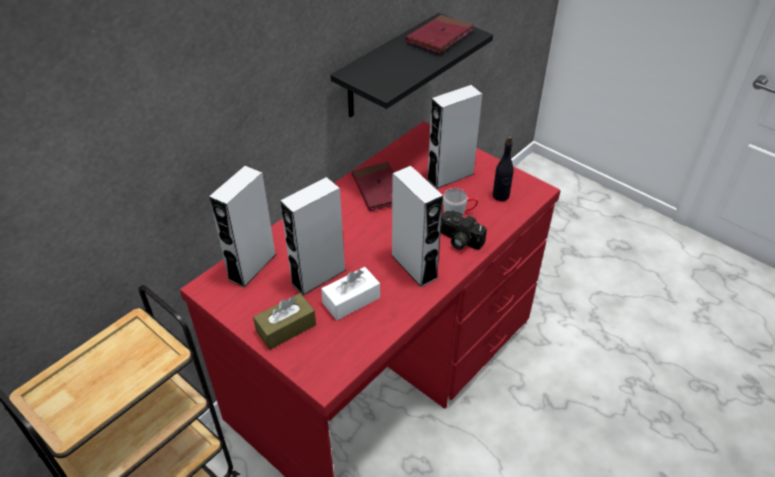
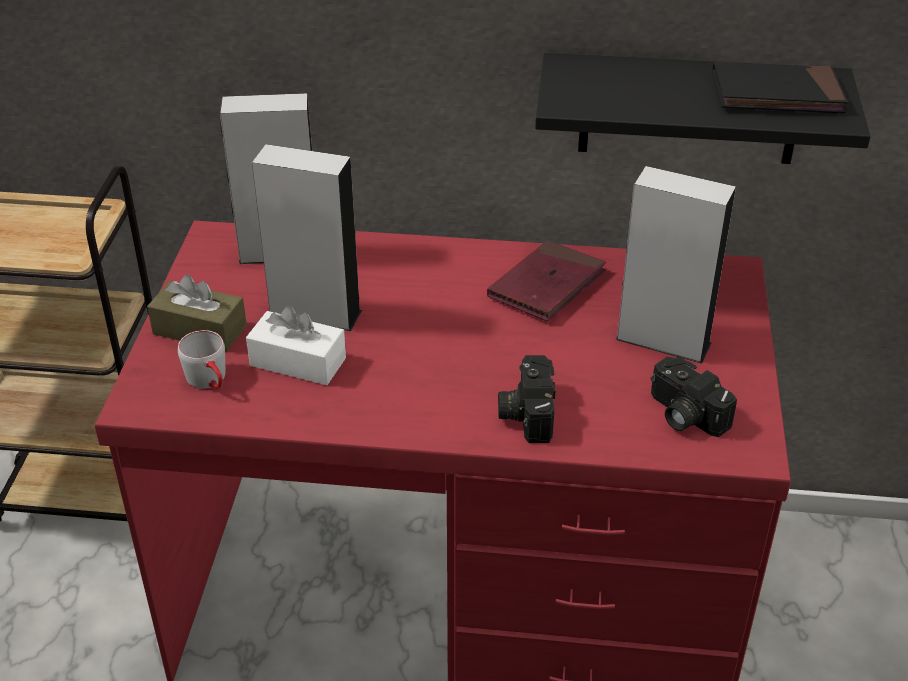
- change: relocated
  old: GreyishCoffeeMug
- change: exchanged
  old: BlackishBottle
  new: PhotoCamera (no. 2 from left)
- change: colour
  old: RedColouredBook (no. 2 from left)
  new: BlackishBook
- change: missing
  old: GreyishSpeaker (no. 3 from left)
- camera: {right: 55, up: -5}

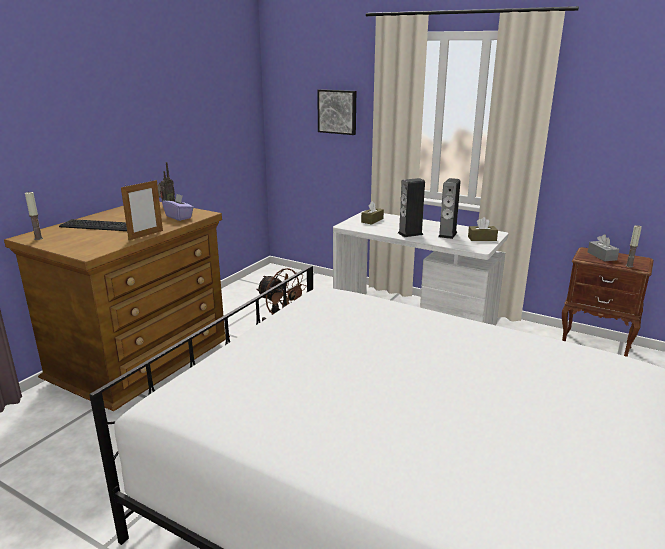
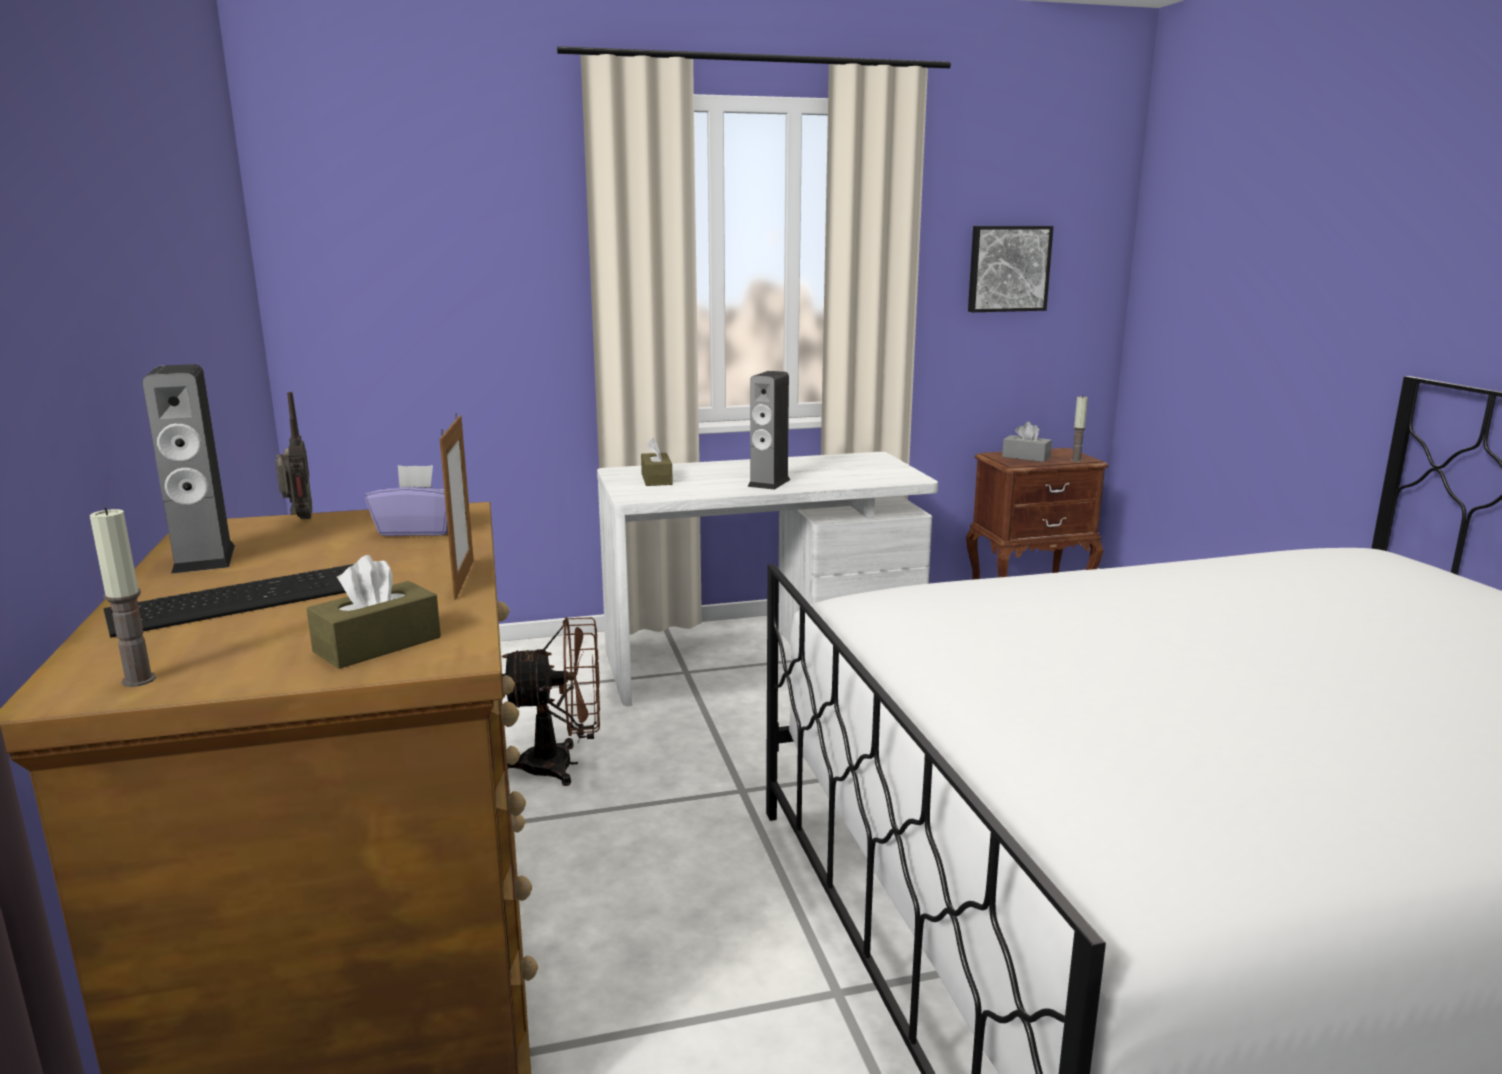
- change: relocated
  old: Speaker (no. 2 from left in the first image)
  new: Speaker (no. 1 from left)
- change: relocated
  old: BrownTissueBox (no. 2 from left in the first image)
  new: BrownTissueBox (no. 1 from left)
- change: relocated
  old: WallArt
- camera: {right: -45, up: -5}

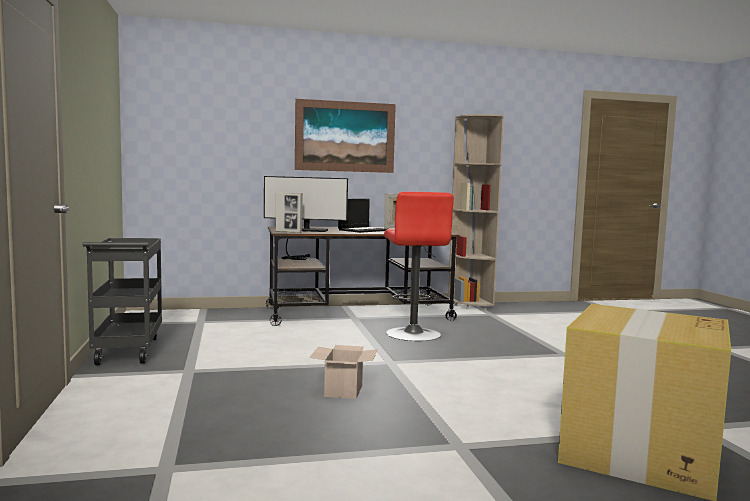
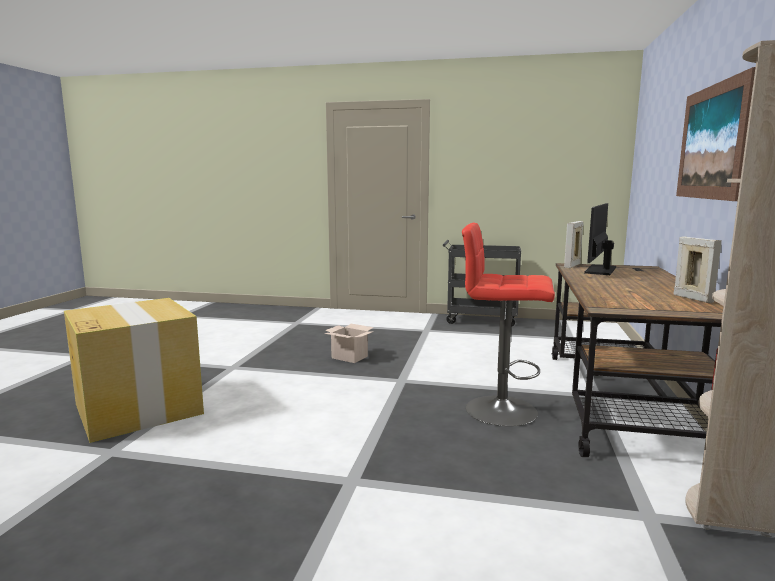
- change: missing
  old: PortableComputer
- camera: {right: 115, up: 5}

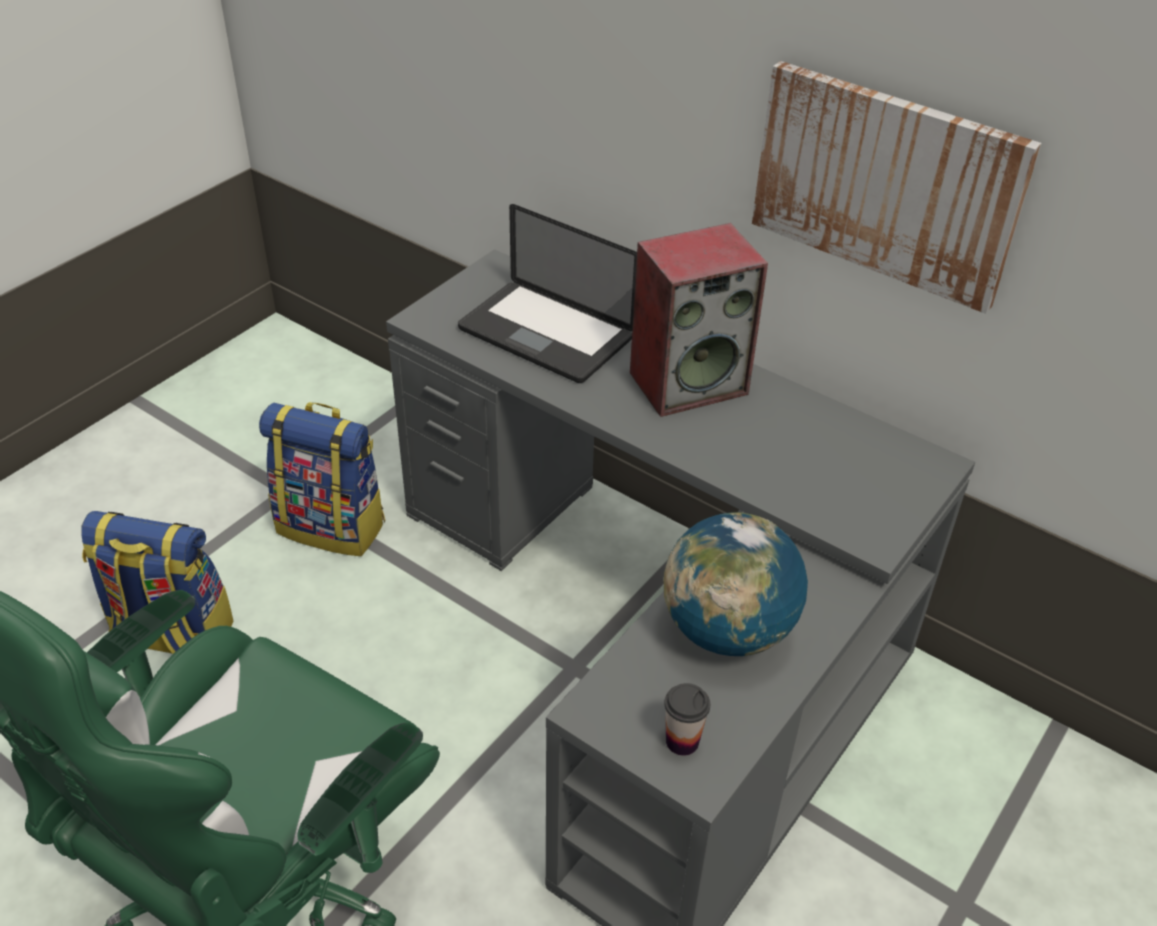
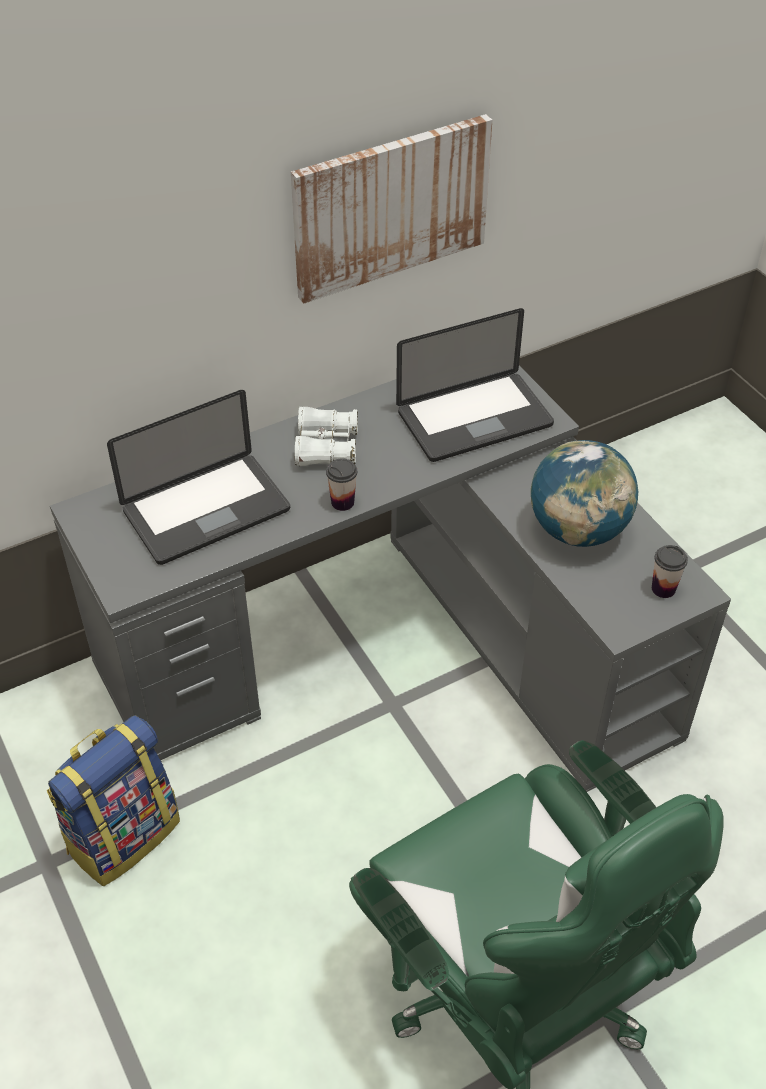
- change: exchanged
  old: Speaker
  new: WhitishPairOfBinoculars
- change: appeared
  new: Cup (no. 1 from left)
- change: appeared
  new: PortableComputer (no. 2 from left)
- change: missing
  old: Rucksack (no. 1 from left)
- camera: {right: -65, up: 5}

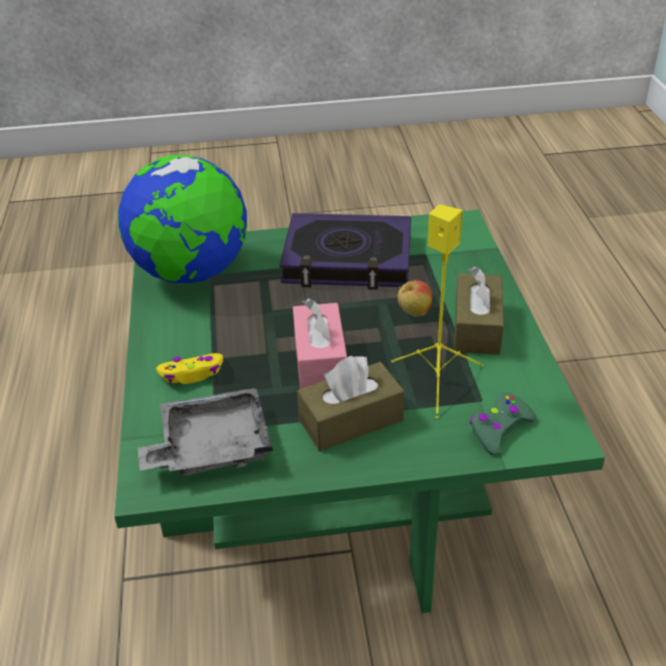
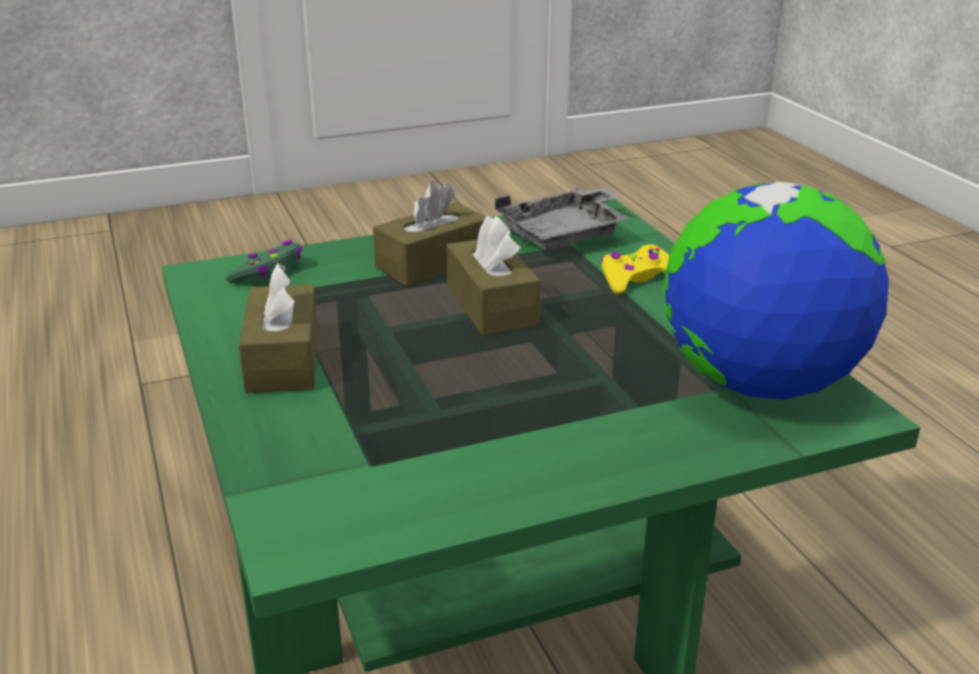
- change: colour
  old: PinkishTissueBox
  new: BrownTissueBox (no. 3 from left)
- change: missing
  old: Book
- change: missing
  old: YellowSpeaker
- change: missing
  old: WholeApple
- camera: {right: 165, up: -10}

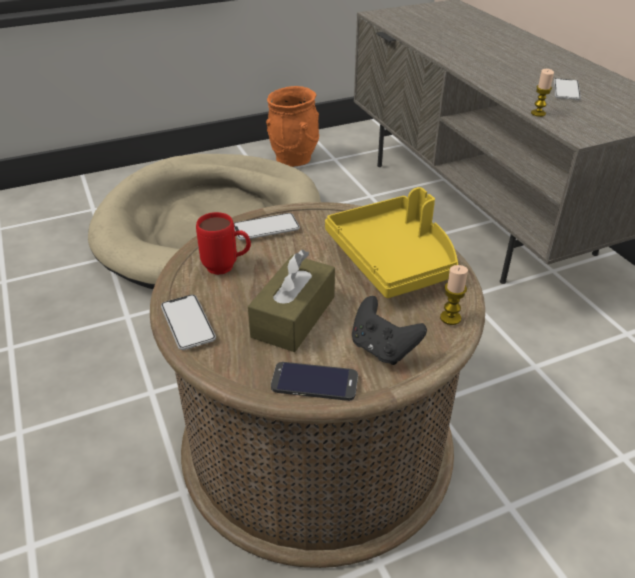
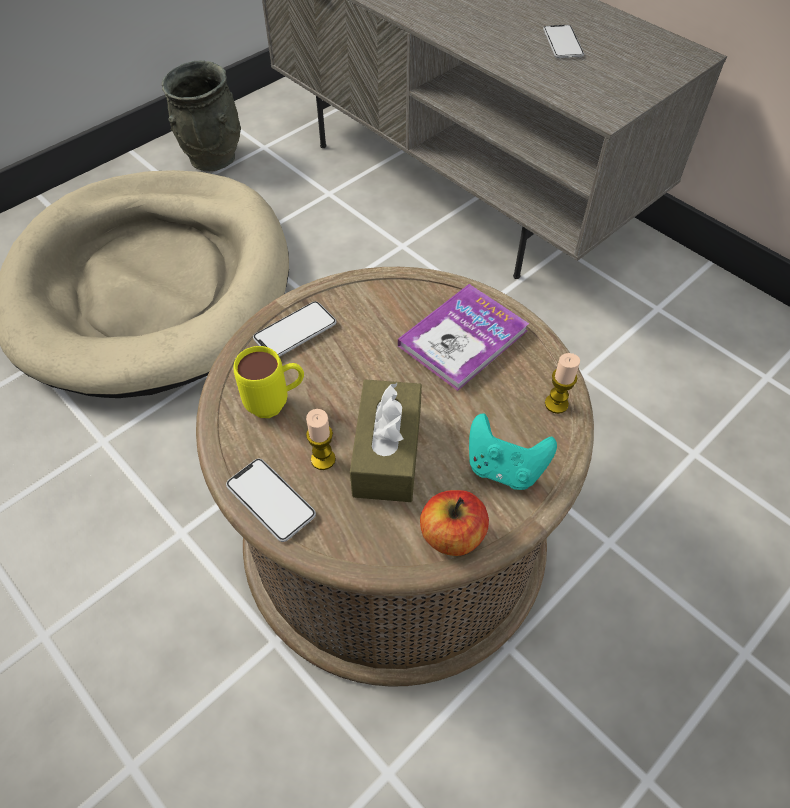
- change: colour
  old: OrangeFlowerVase
  new: GreyishFlowerVase
- change: colour
  old: RedColouredCoffeeMug
  new: YellowCoffeeMug
- change: relocated
  old: WaxCandle (no. 2 from left in the first image)
  new: WaxCandle (no. 1 from left)
- change: exchanged
  old: YellowCarryingTray
  new: Book
- change: exchanged
  old: Phone (no. 3 from left)
  new: WholeApple
- change: colour
  old: BlackishJoypad
  new: TurquoiseColouredJoypad
- camera: {right: -20, up: 15}

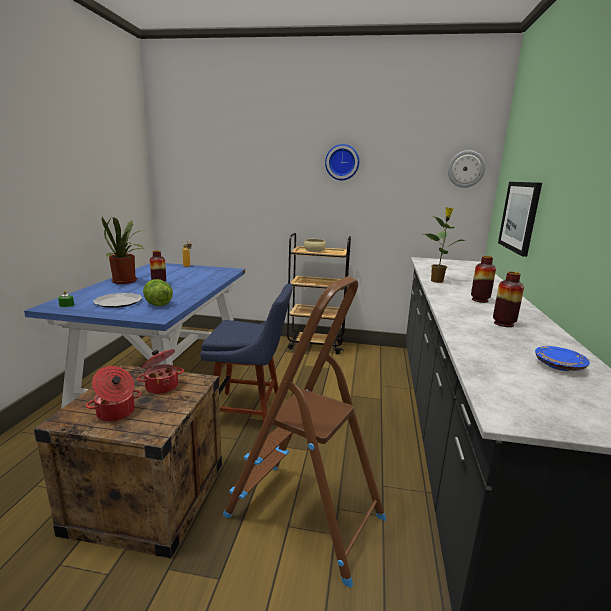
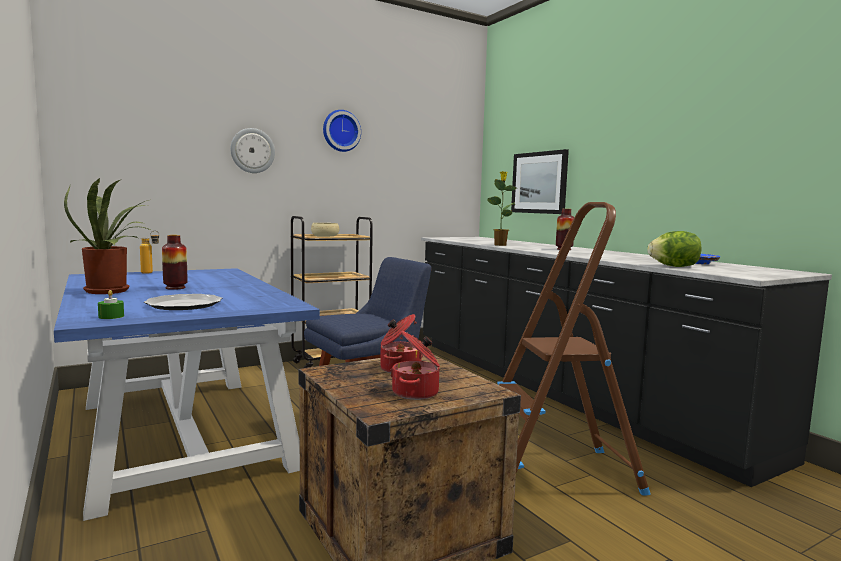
- change: relocated
  old: WallClock (no. 2 from left in the first image)
  new: WallClock (no. 1 from left)
- change: relocated
  old: LettuceHead
- change: missing
  old: FlowerVase (no. 3 from left)
- camera: {right: -40, up: -10}

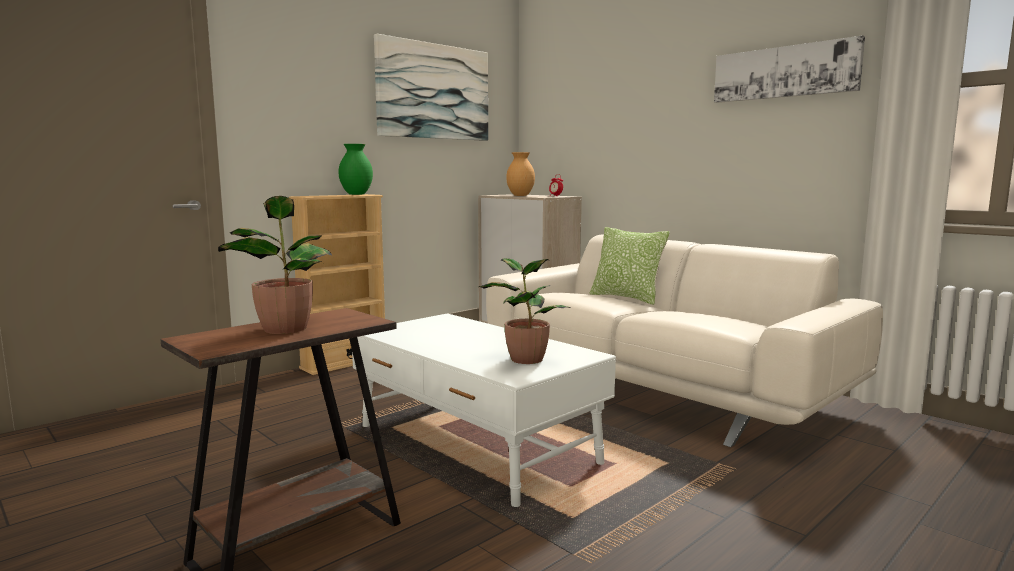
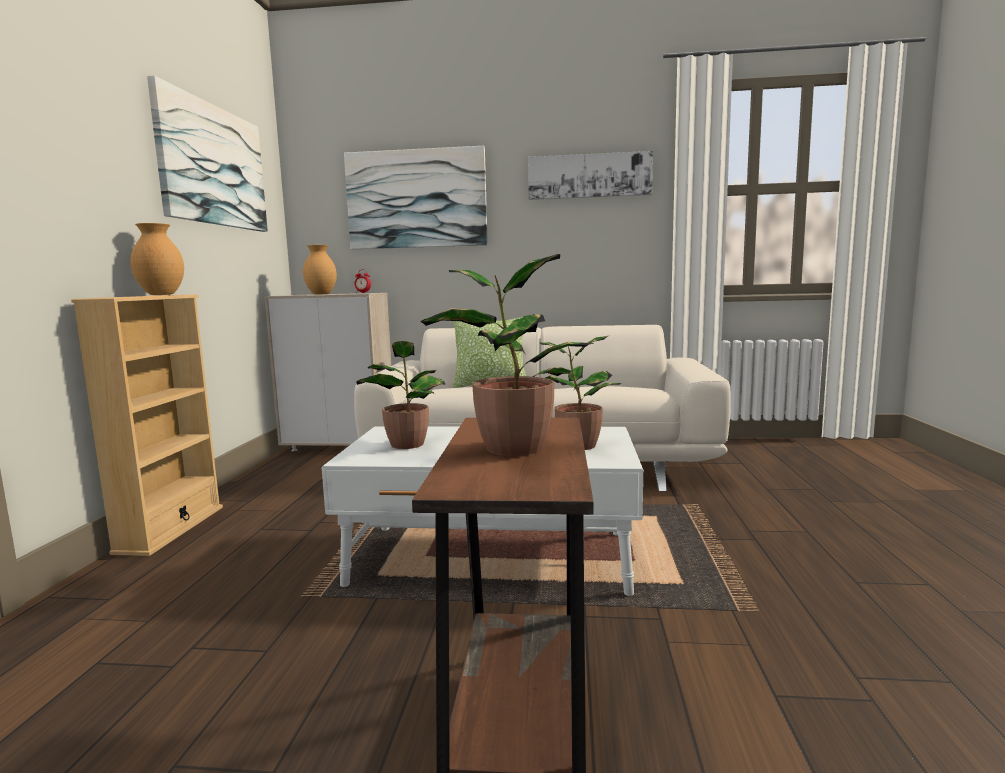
- change: colour
  old: GreenFlowerVase
  new: BrownFlowerVase (no. 1 from left)
- change: appeared
  new: WallArt (no. 2 from left)
- change: appeared
  new: PlantInAPot (no. 1 from left)
- camera: {right: -40, up: 0}

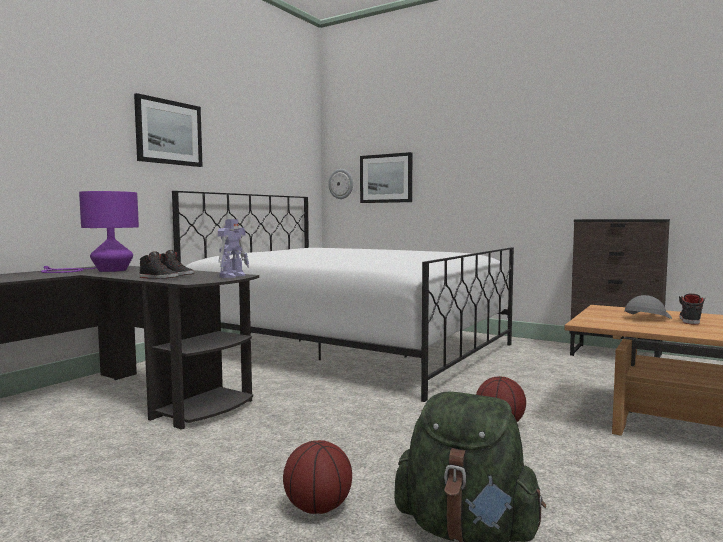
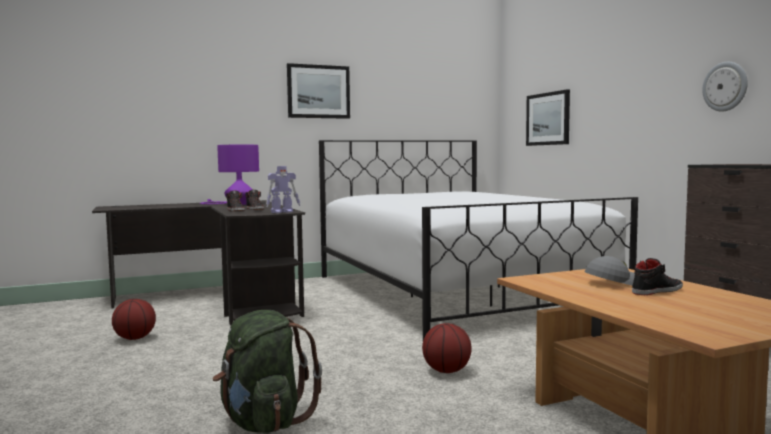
- change: relocated
  old: BasketballBall (no. 1 from left)
- change: relocated
  old: WallClock
- camera: {right: 35, up: 0}

